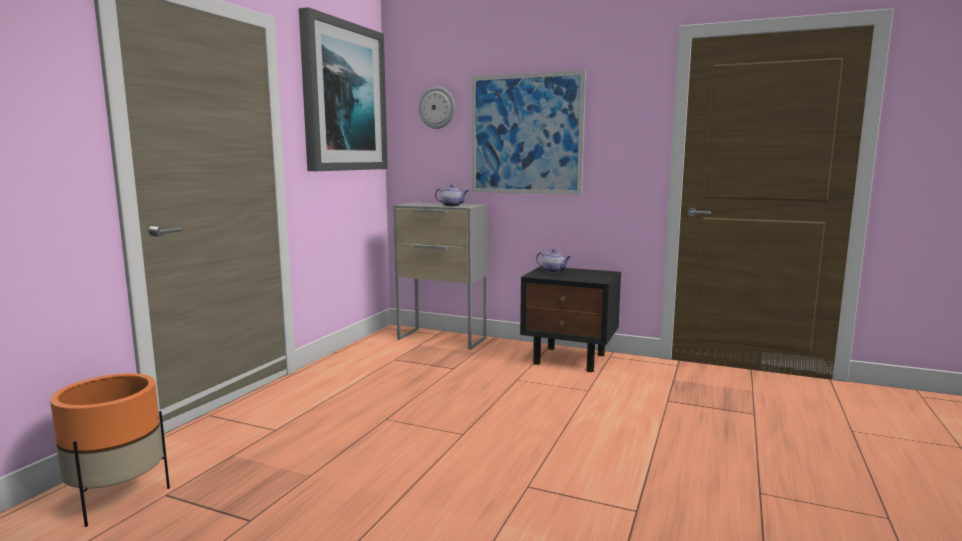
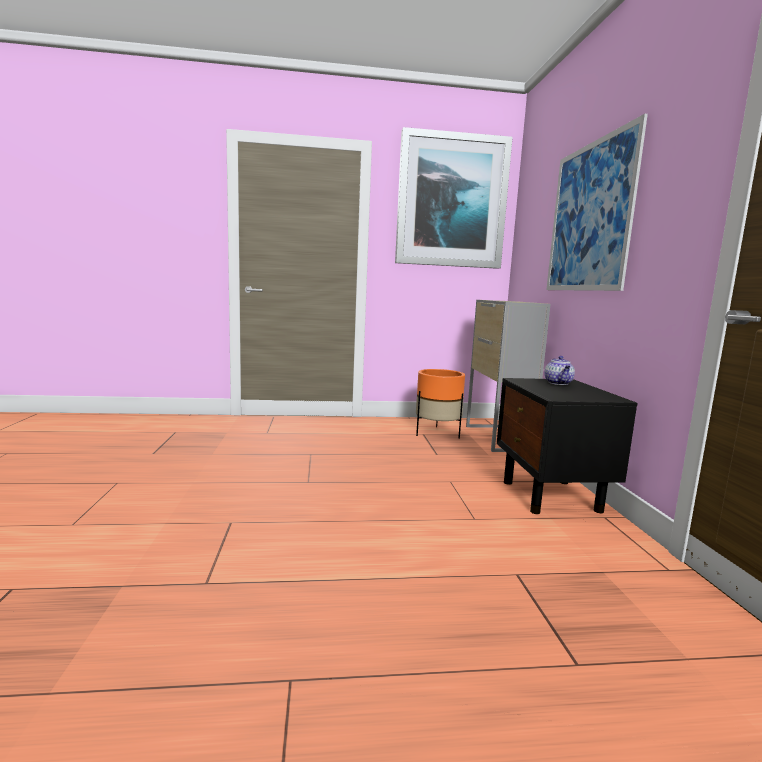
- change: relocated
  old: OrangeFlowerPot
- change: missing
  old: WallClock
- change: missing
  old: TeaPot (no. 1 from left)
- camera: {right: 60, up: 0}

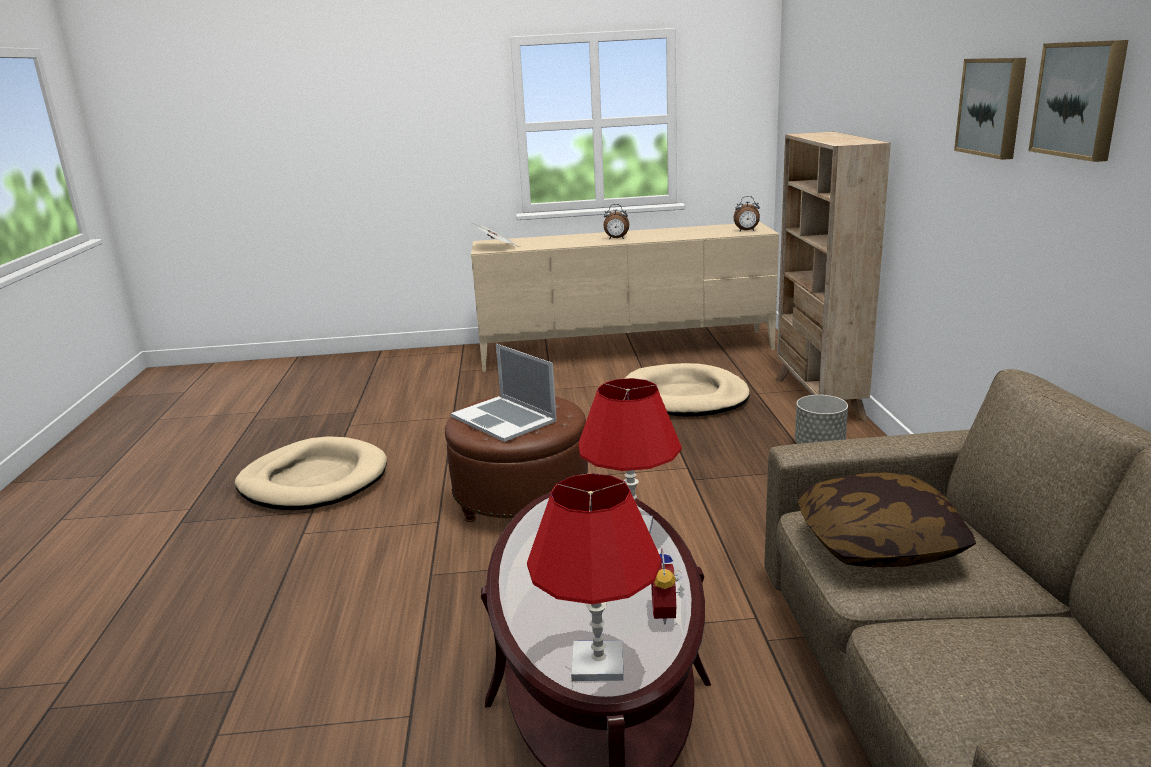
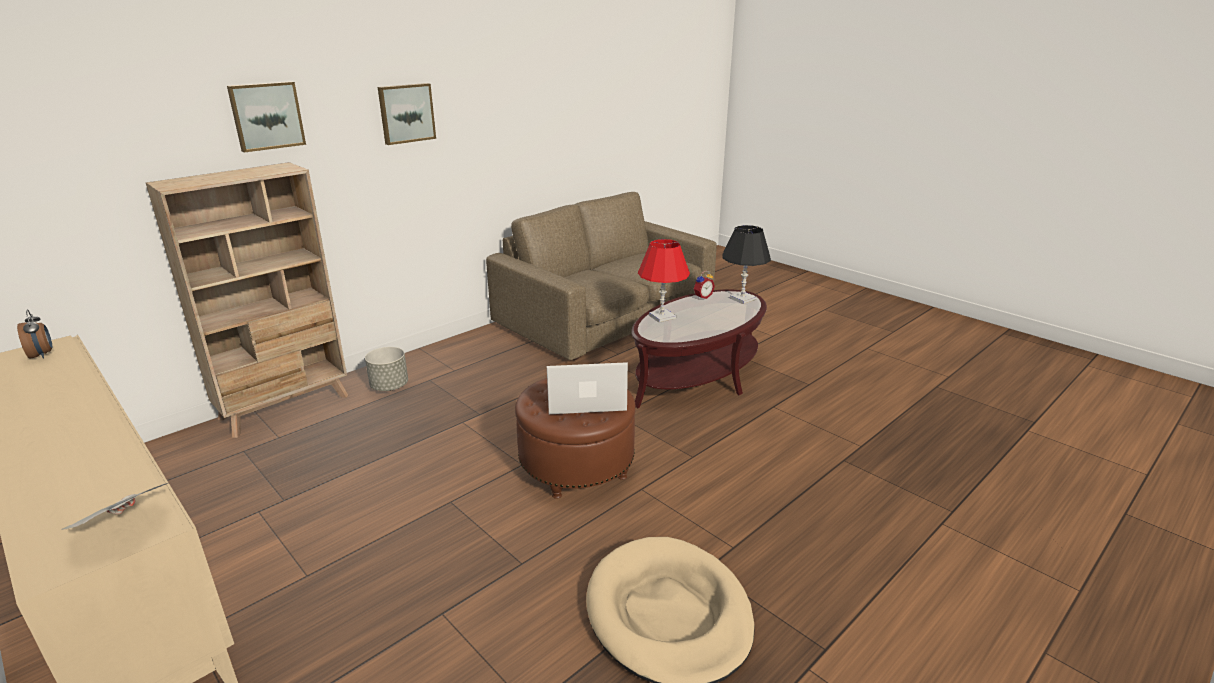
- change: relocated
  old: WallArt (no. 2 from left in the first image)
  new: WallArt (no. 1 from left)
- change: spun
  old: PortableComputer
  degrees: -105
- change: colour
  old: RedColouredLampForATable (no. 1 from left)
  new: BlackishLampForATable
- change: missing
  old: TableClock (no. 1 from left)
- change: missing
  old: BeigeColouredDogBed (no. 2 from left)
- change: missing
  old: ThrowPillow
- camera: {right: -130, up: 5}

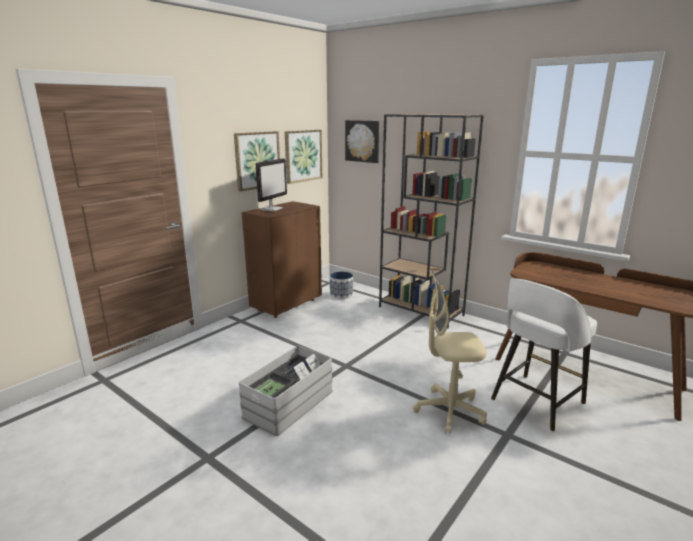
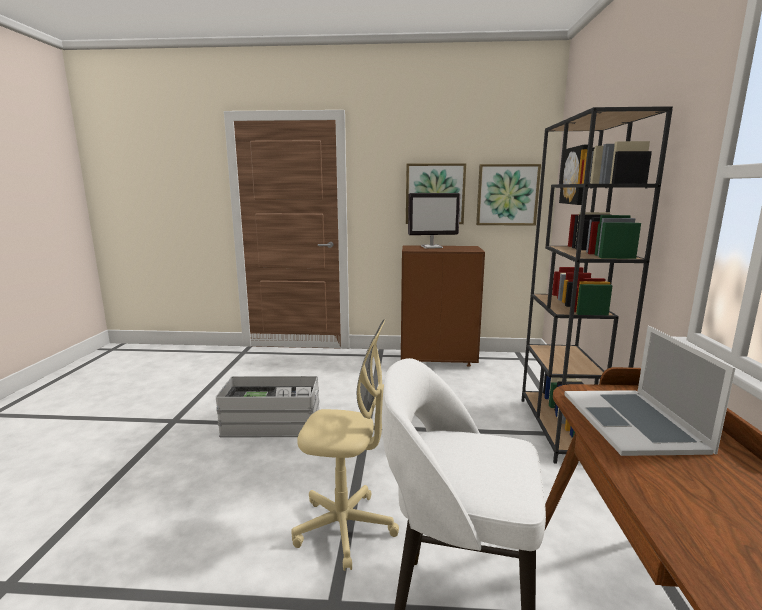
- change: spun
  old: BeigeColouredComputerChair
  degrees: 135
- change: appeared
  new: PortableComputer
- change: missing
  old: FlowerPot
- camera: {right: 55, up: -5}

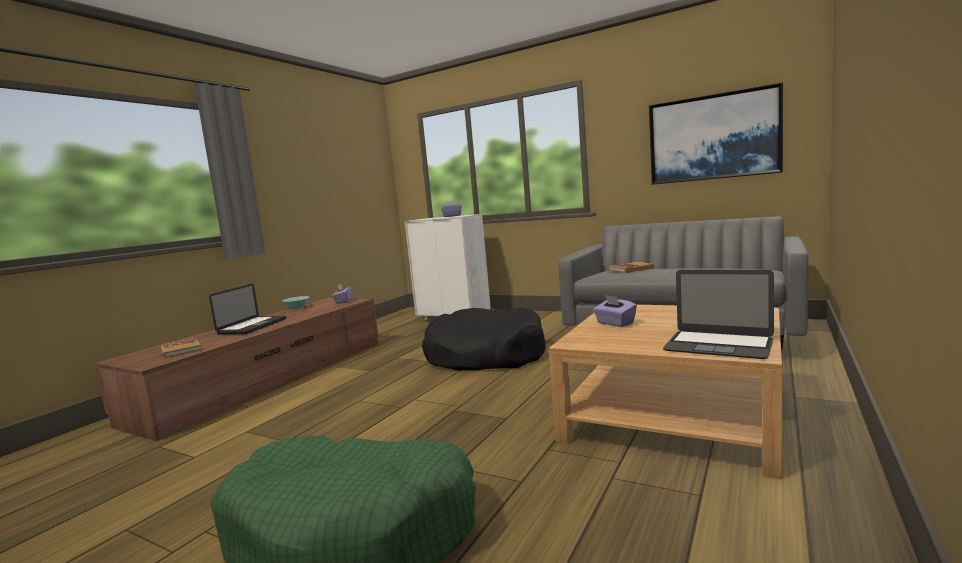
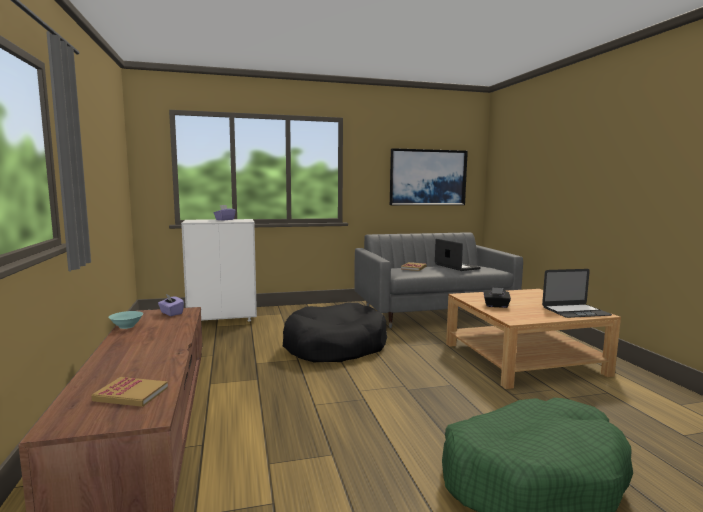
- change: relocated
  old: PortableComputer (no. 1 from left)
- change: colour
  old: PurpleTissueBox (no. 3 from left)
  new: BlackishTissueBox
- camera: {right: -45, up: 0}

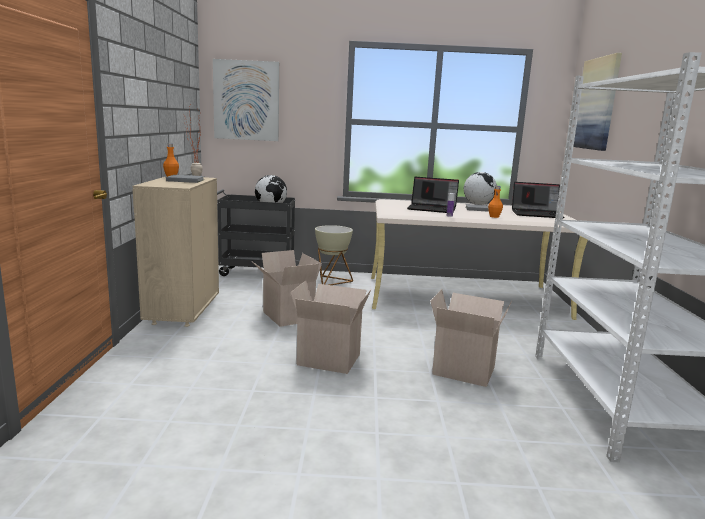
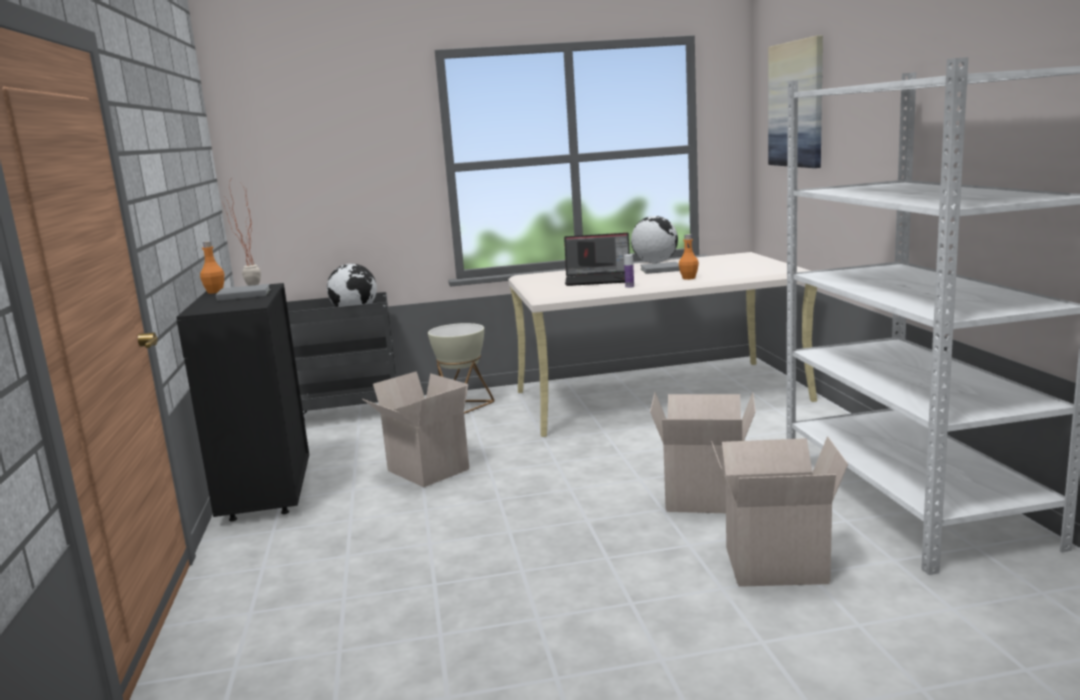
- change: colour
  old: BeigeColouredStorageCabinet
  new: BlackishStorageCabinet
- change: relocated
  old: PackingBox (no. 2 from left in the first image)
  new: PackingBox (no. 3 from left)
- change: missing
  old: WallArt (no. 1 from left)
- change: missing
  old: PortableComputer (no. 2 from left)
- camera: {right: -10, up: 0}

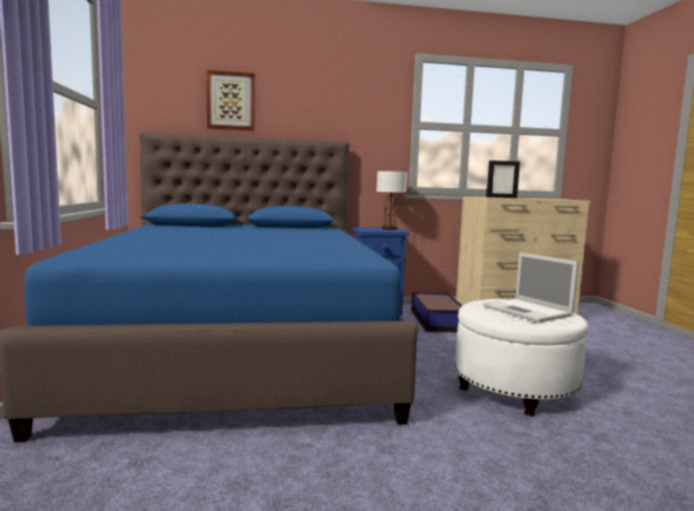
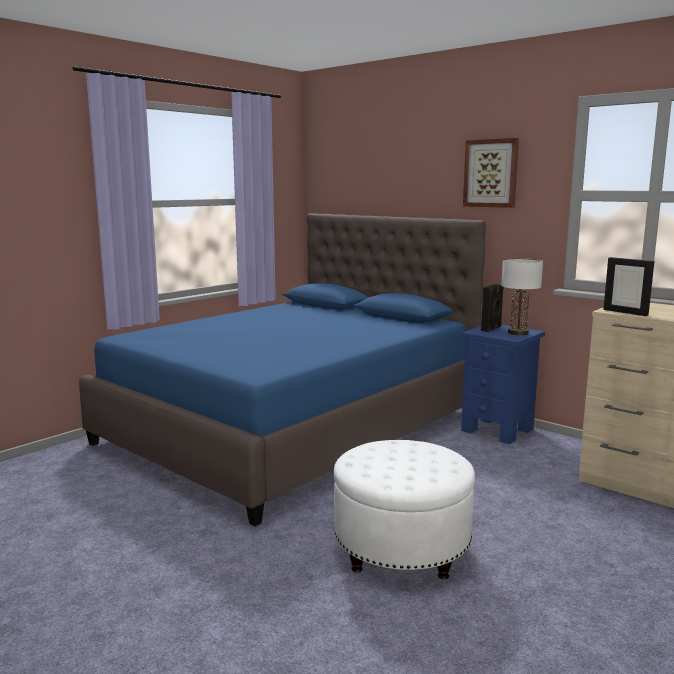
- change: relocated
  old: WallArt
- change: appeared
  new: BlackishSpeaker
- change: missing
  old: StorageBox
- change: missing
  old: PortableComputer
- camera: {right: 50, up: 5}

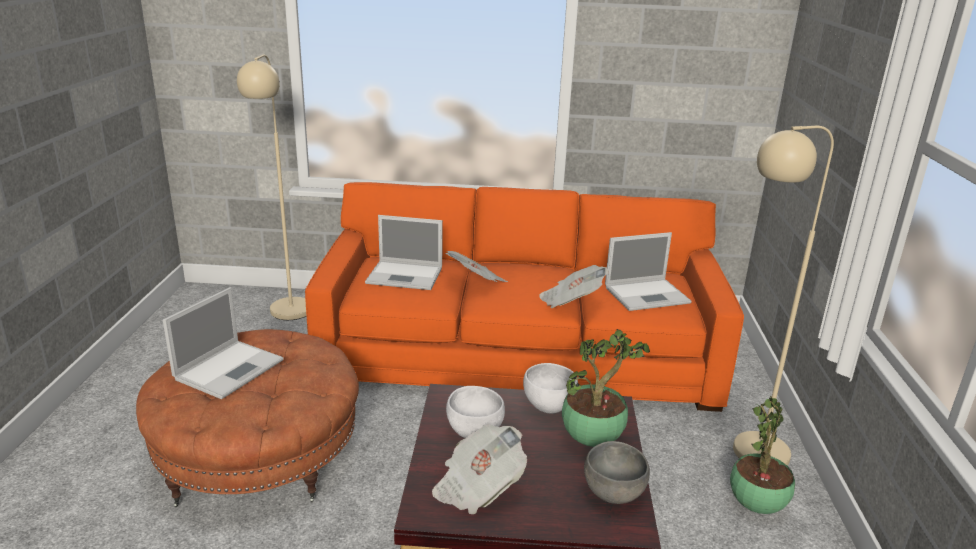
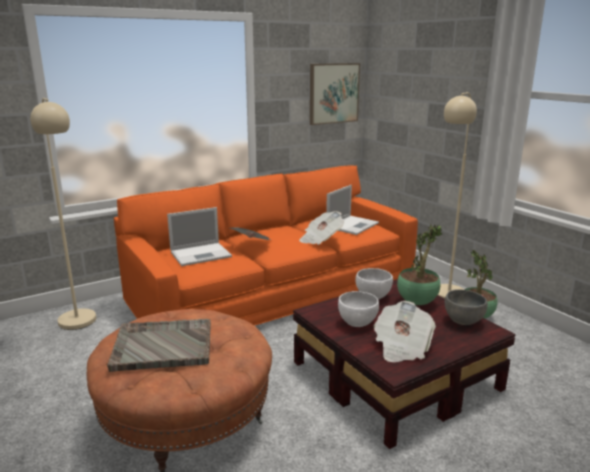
- change: exchanged
  old: PortableComputer (no. 1 from left)
  new: GreyishCarryingTray
- change: appeared
  new: WallArt
- camera: {right: -35, up: -5}

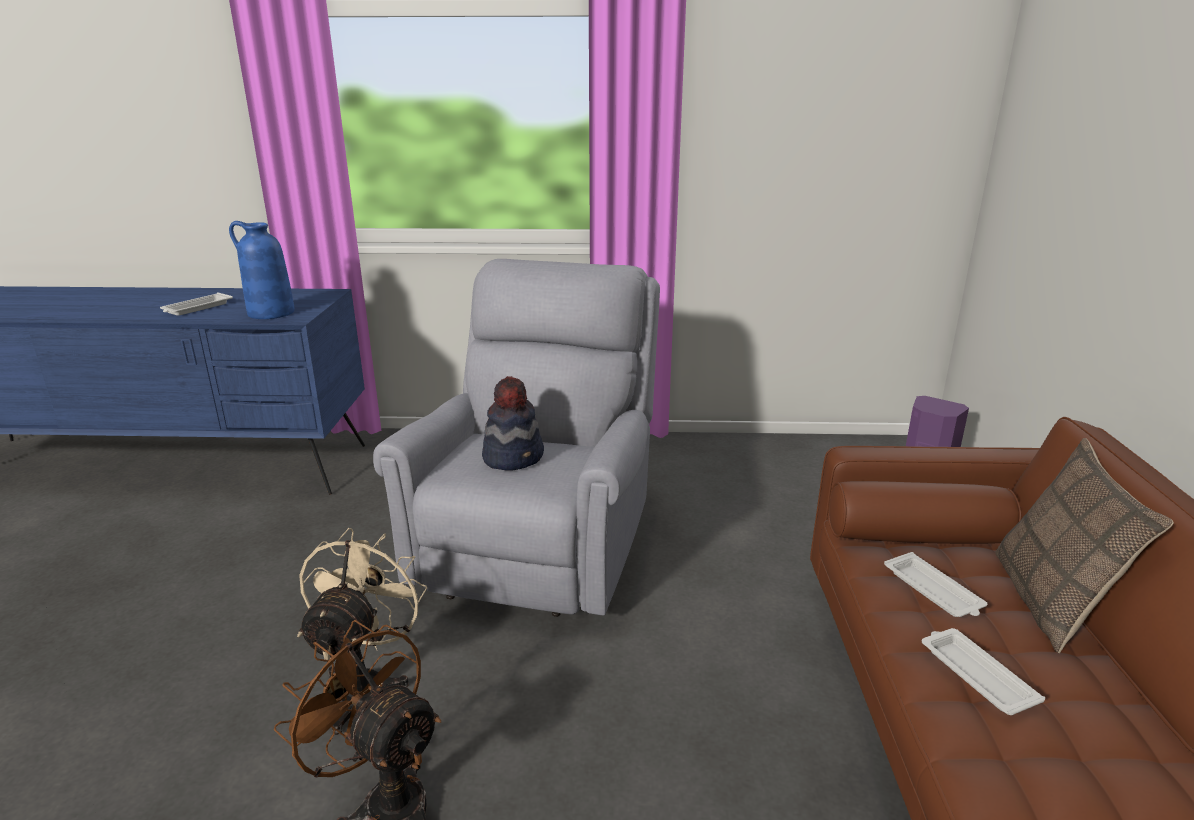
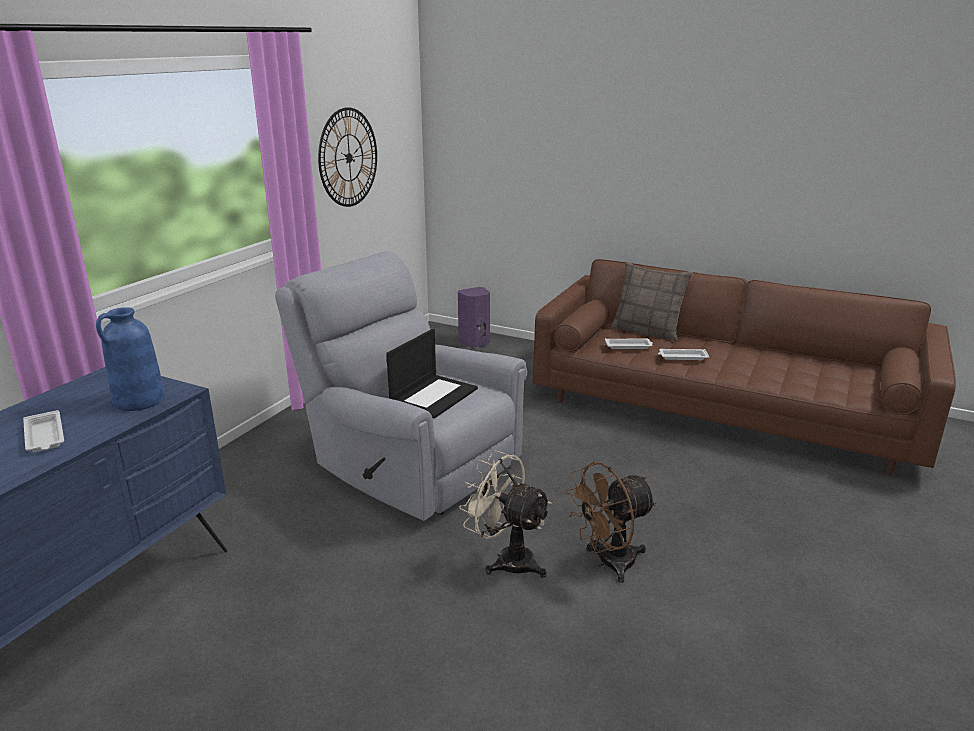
- change: appeared
  new: WallClock
- change: exchanged
  old: ClothingHat
  new: PortableComputer
- camera: {right: -65, up: 0}

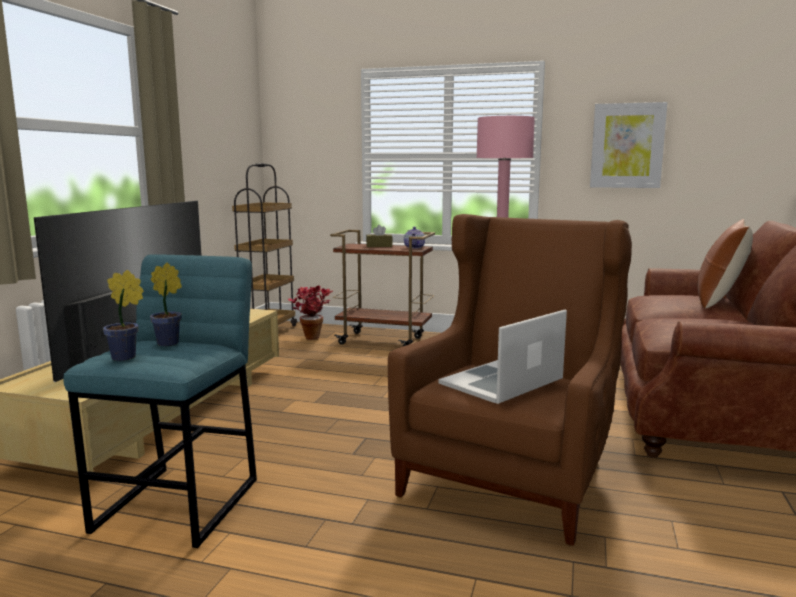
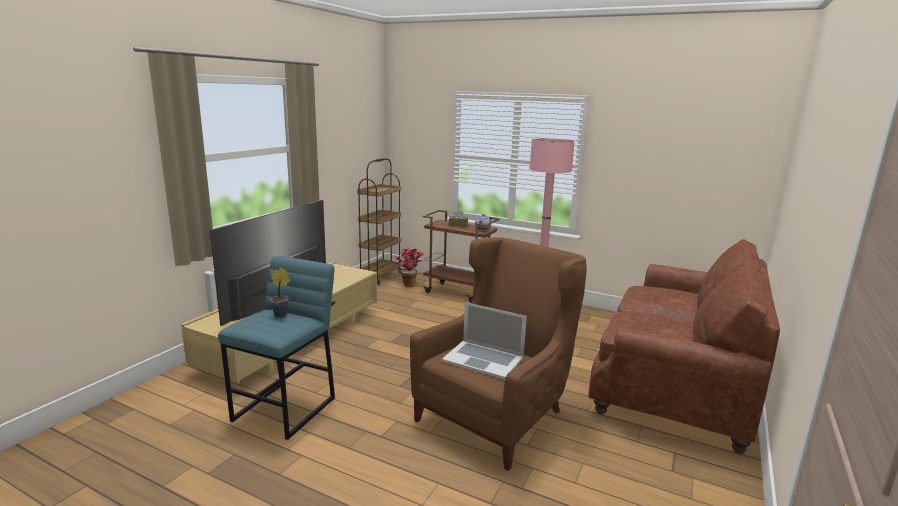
- change: spun
  old: PortableComputer
  degrees: -120
- change: missing
  old: PlantInAPot (no. 1 from left)
- change: missing
  old: WallArt
- change: missing
  old: BrownThrowPillow
- camera: {right: 10, up: 5}

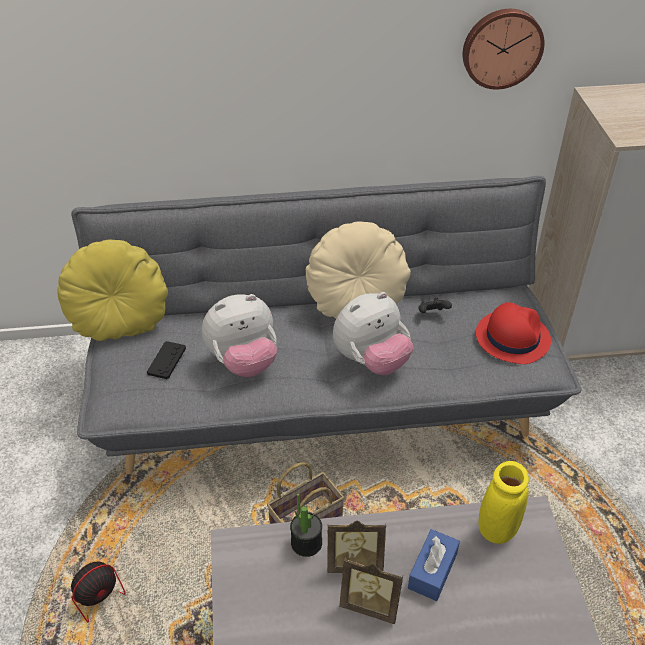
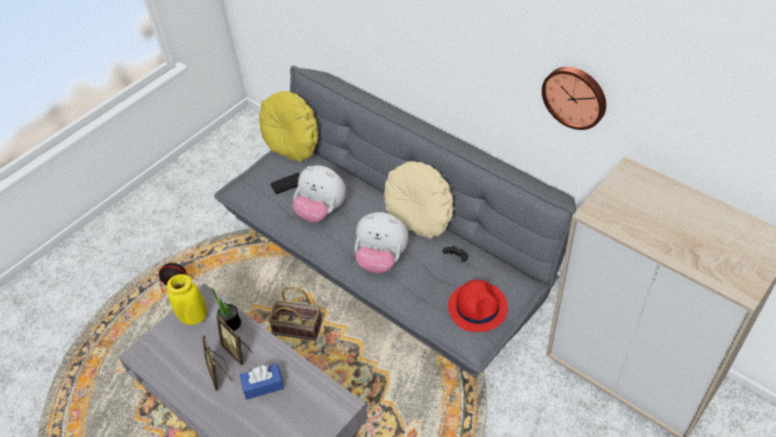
- change: relocated
  old: YellowFlowerVase
- camera: {right: 50, up: 5}

